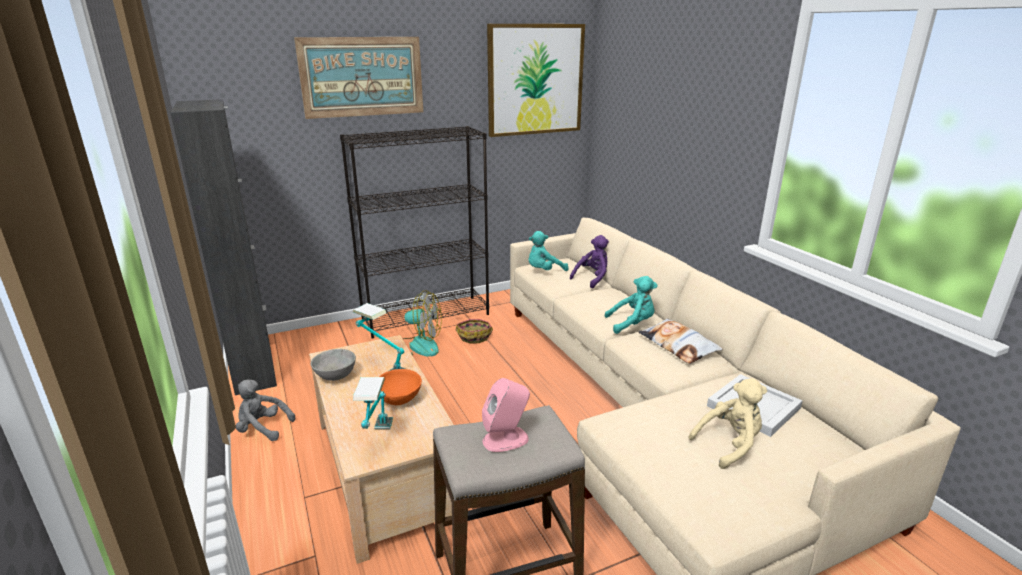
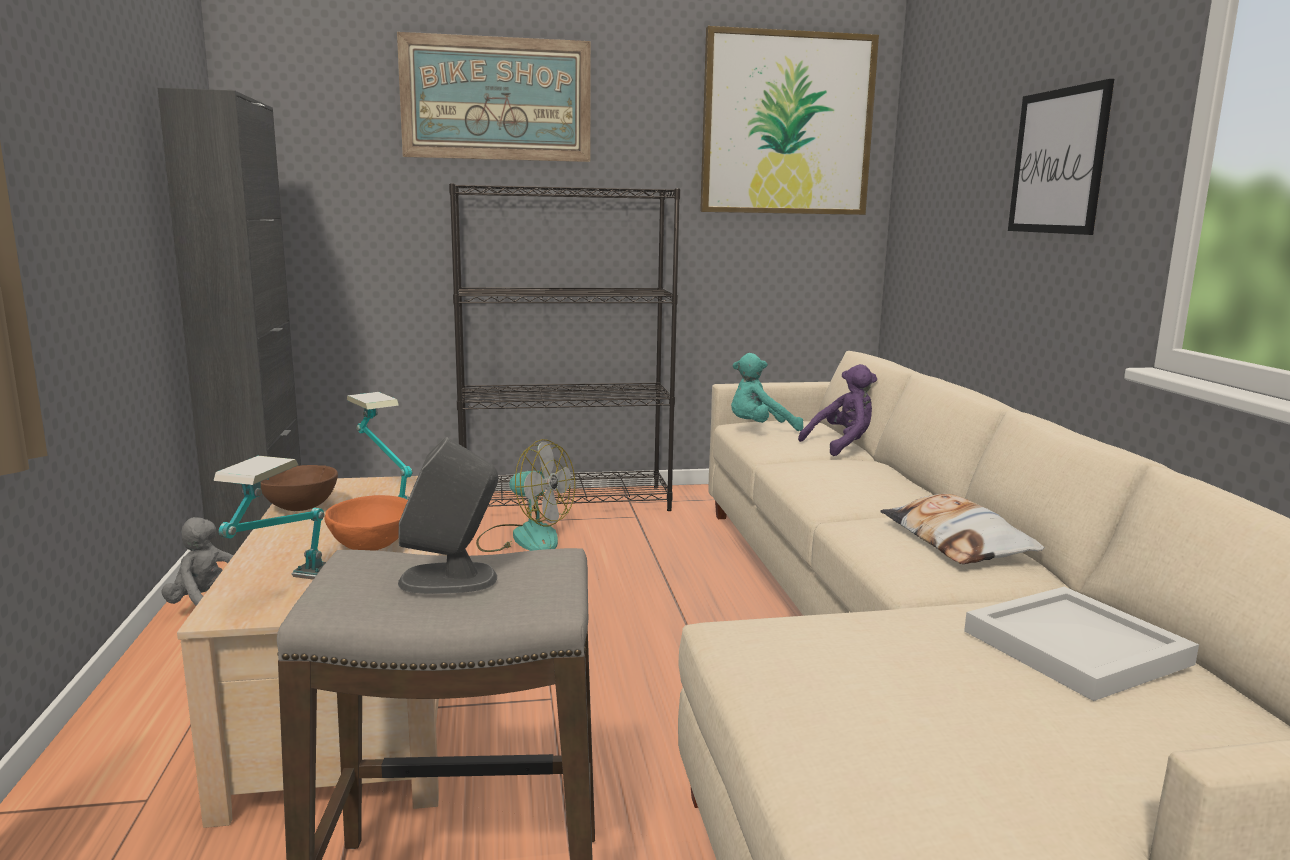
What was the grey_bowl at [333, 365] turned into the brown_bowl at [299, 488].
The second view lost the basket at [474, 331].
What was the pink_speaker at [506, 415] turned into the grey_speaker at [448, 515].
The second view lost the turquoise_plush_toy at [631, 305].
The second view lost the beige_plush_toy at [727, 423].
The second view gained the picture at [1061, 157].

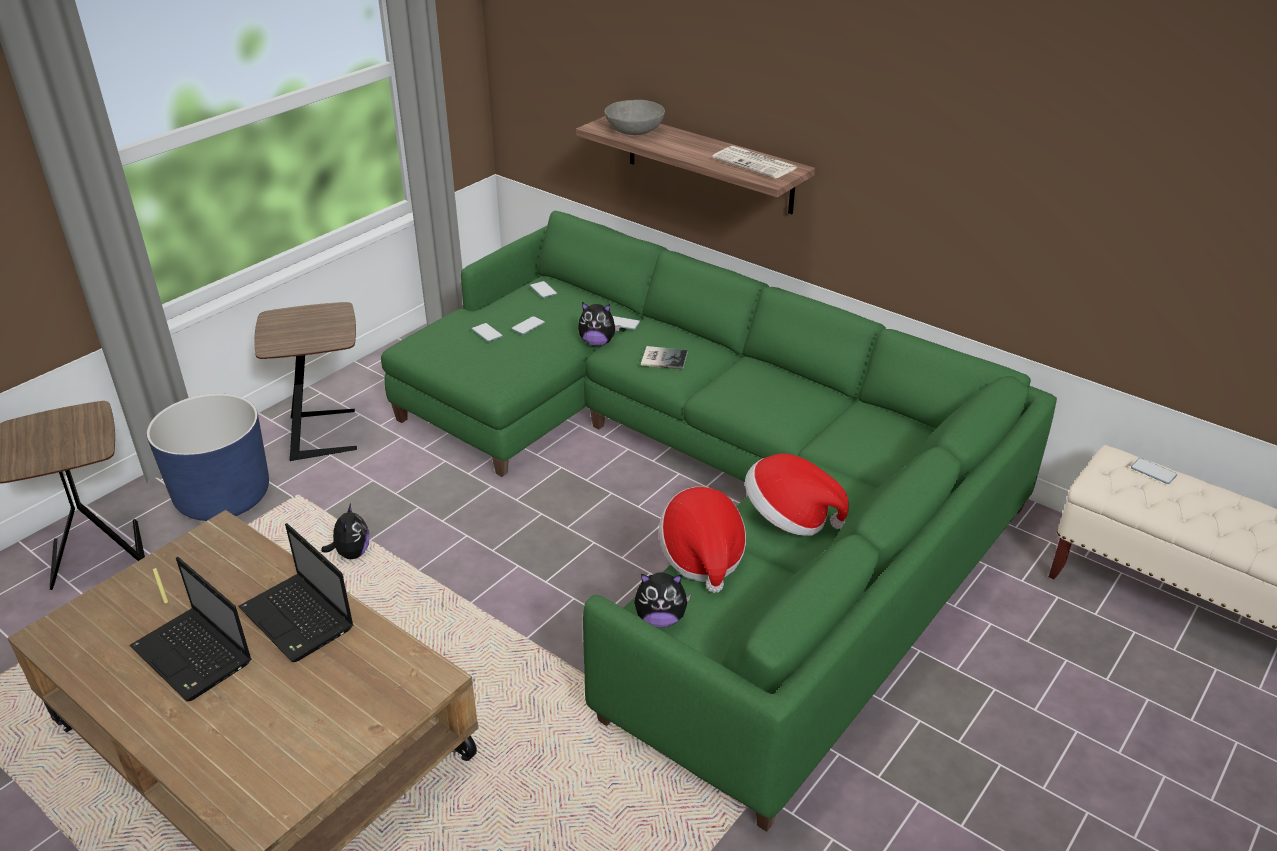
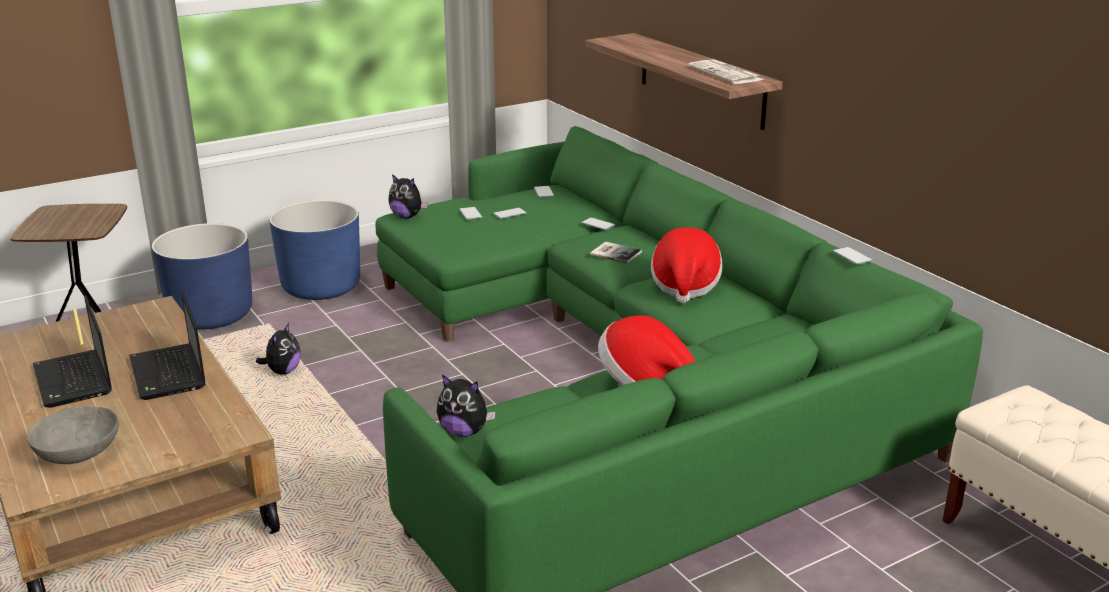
Where the brown_side_table stood at [305, 381], the blue_planter came to stand at [314, 250].
The plush_toy ended up elsewhere, having gone from [599, 324] to [408, 196].
The grey_bowl ended up elsewhere, having gone from [634, 117] to [73, 435].
The hat ended up elsewhere, having gone from [702, 540] to [687, 265].
The phone ended up elsewhere, having gone from [1154, 471] to [853, 256].

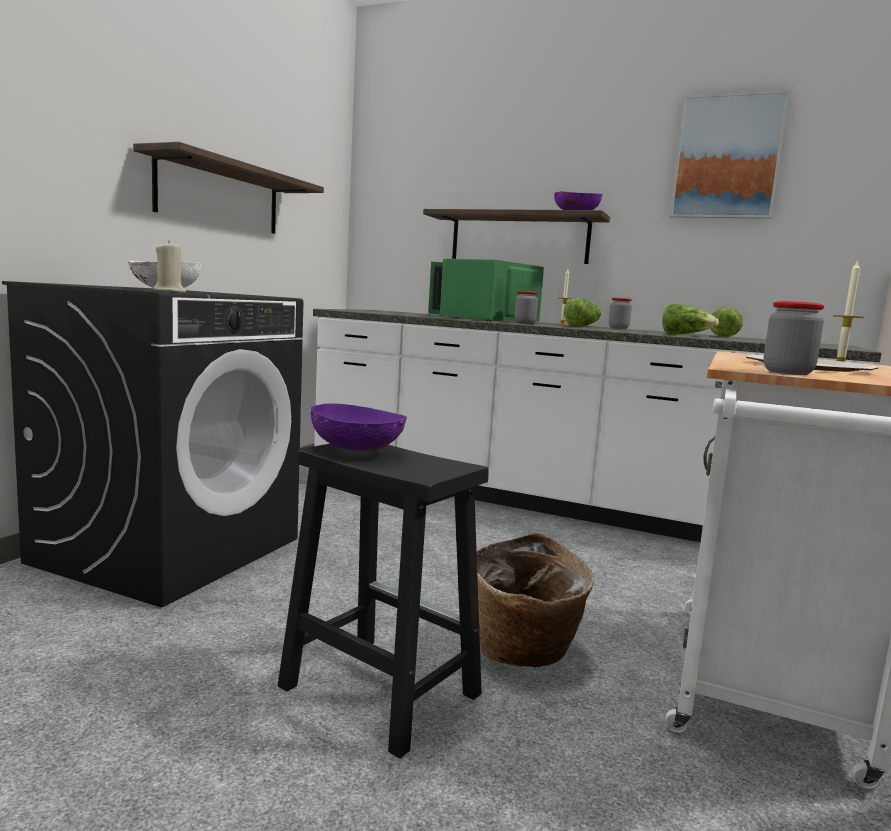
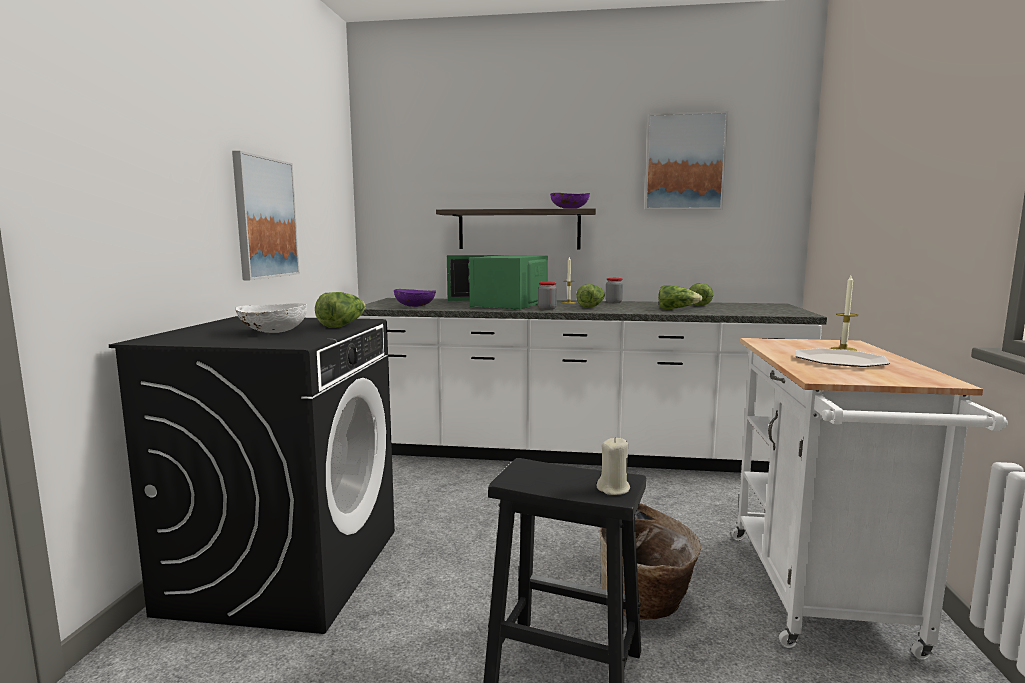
Where the shelf hung at [228, 188], the picture came to hang at [266, 215].
The beige_candle ended up elsewhere, having gone from [169, 266] to [613, 466].
The purple_bowl ended up elsewhere, having gone from [359, 427] to [415, 298].
The second view lost the jar at [794, 338].
The second view gained the lettuce at [340, 310].

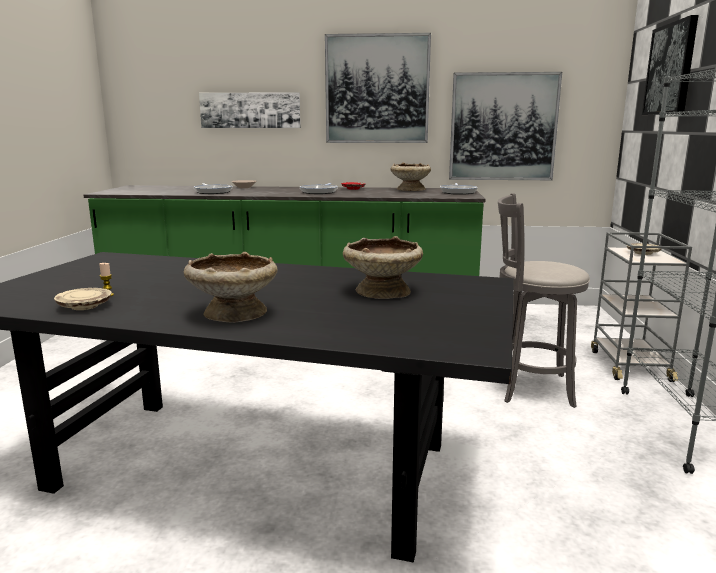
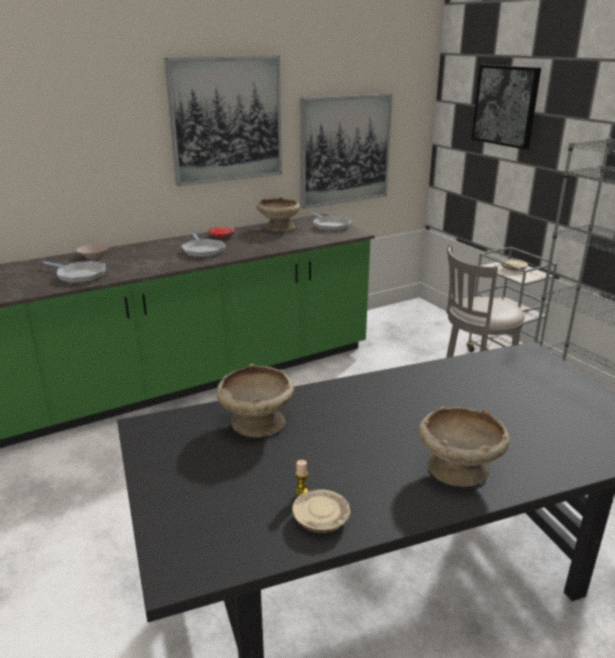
The second view lost the picture at [250, 110].
The beige_bowl ended up elsewhere, having gone from [383, 267] to [255, 400].

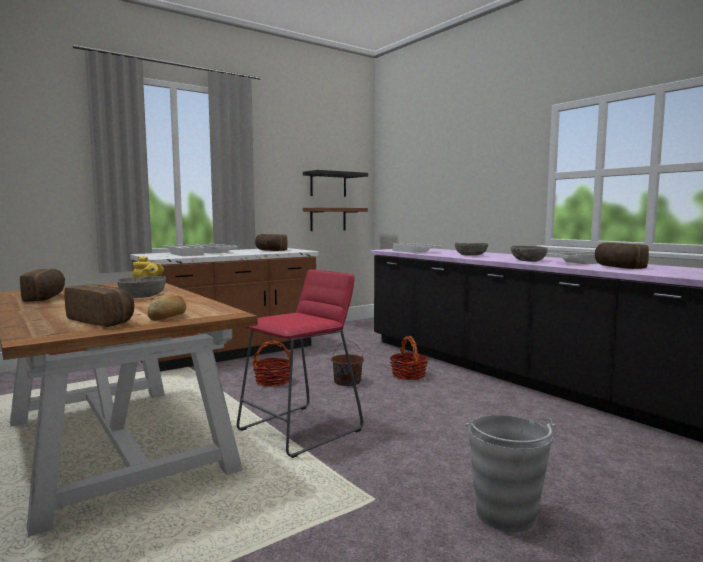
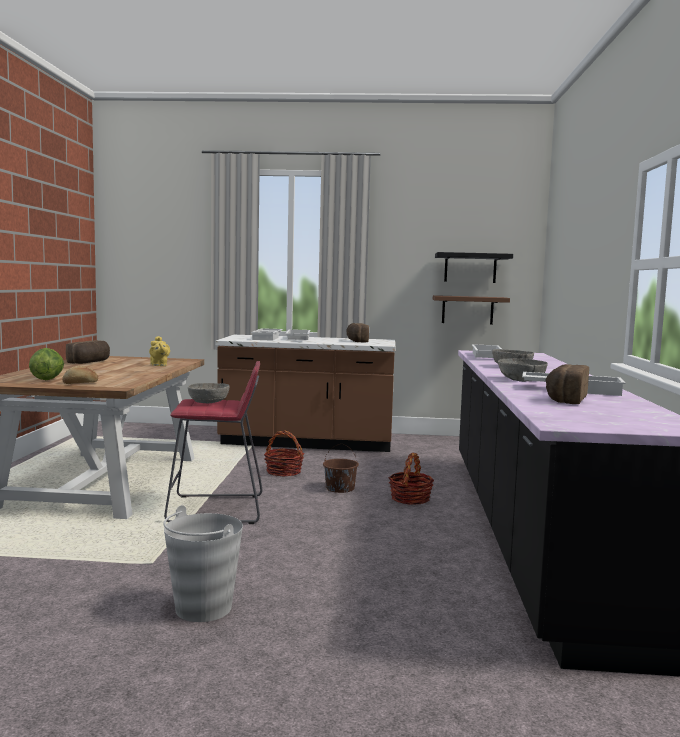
Where the bread stood at [99, 305], the lettuce came to stand at [46, 364].
The grey_bowl ended up elsewhere, having gone from [142, 287] to [208, 393].

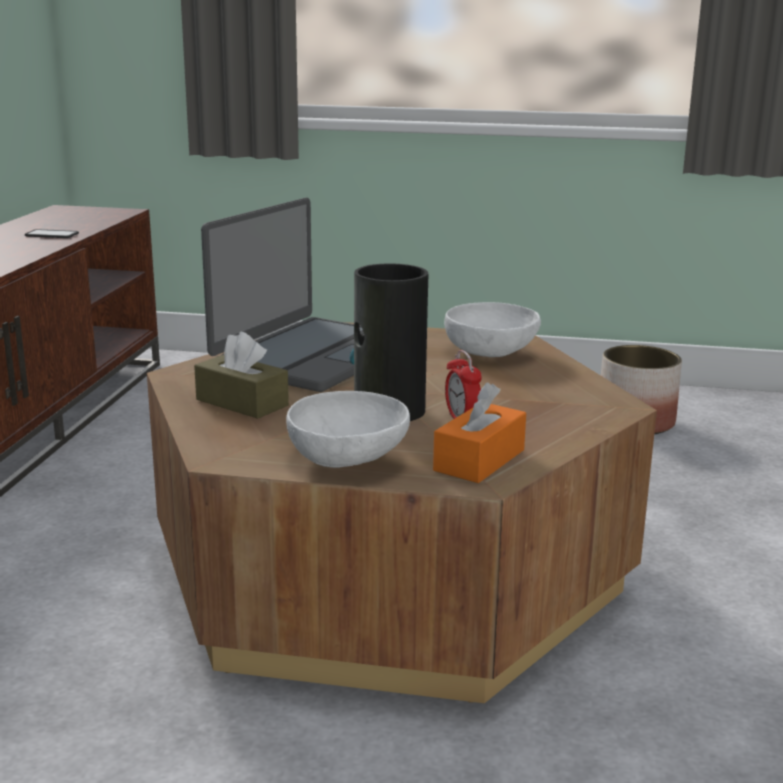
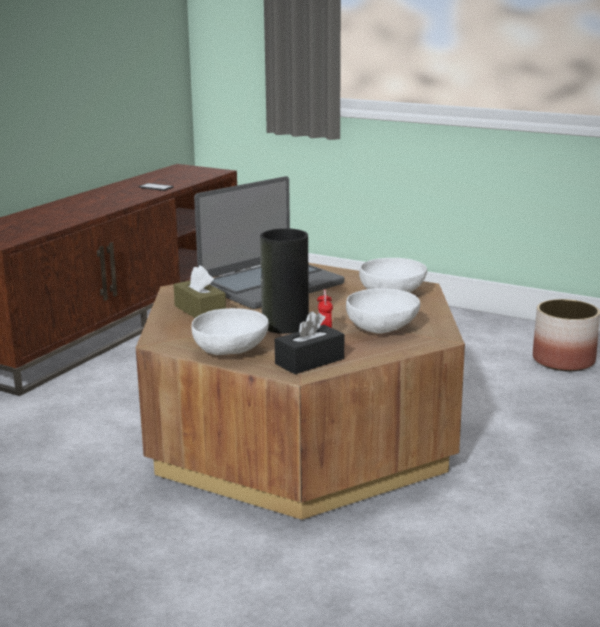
What was the orange_tissue_box at [479, 432] turned into the black_tissue_box at [309, 342].
The second view gained the white_bowl at [383, 310].

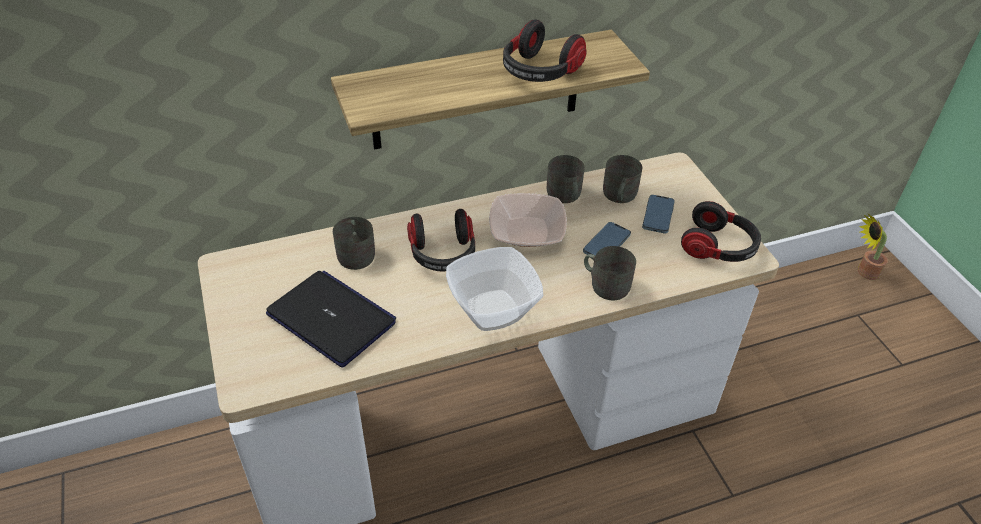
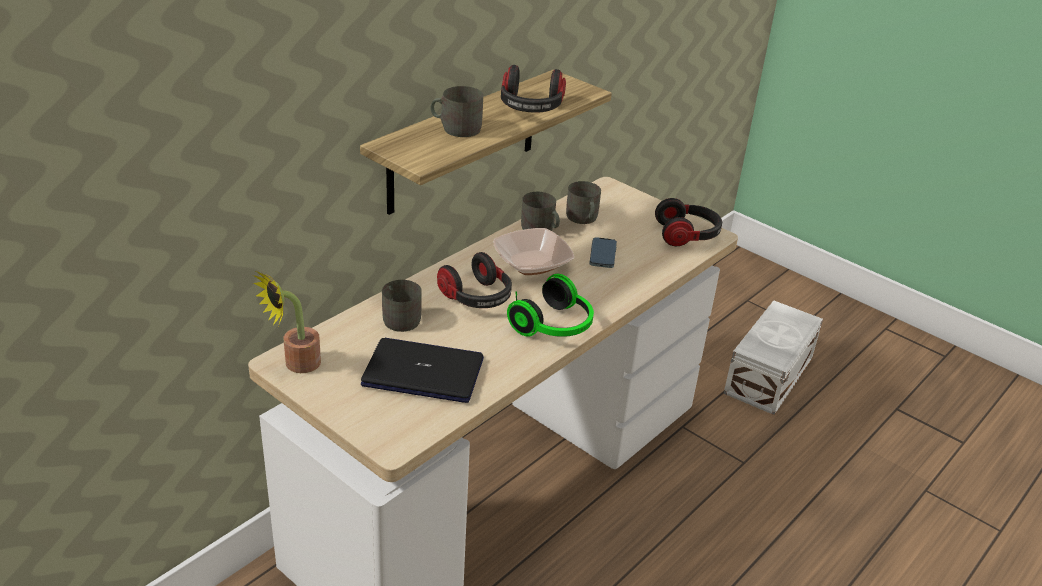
Where the bowl stood at [494, 289], the headphones came to stand at [550, 305].
The grey_mug ended up elsewhere, having gone from [610, 273] to [457, 111].
The second view lost the phone at [658, 214].
The potted_plant ended up elsewhere, having gone from [873, 246] to [287, 322].
The second view gained the white_storage_box at [773, 357].

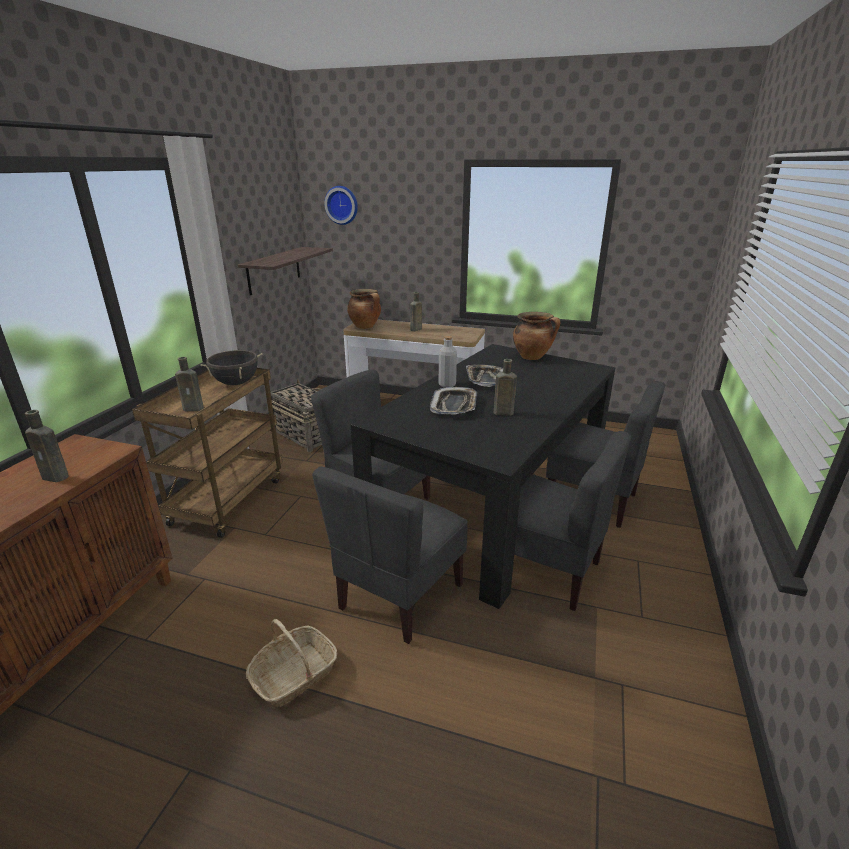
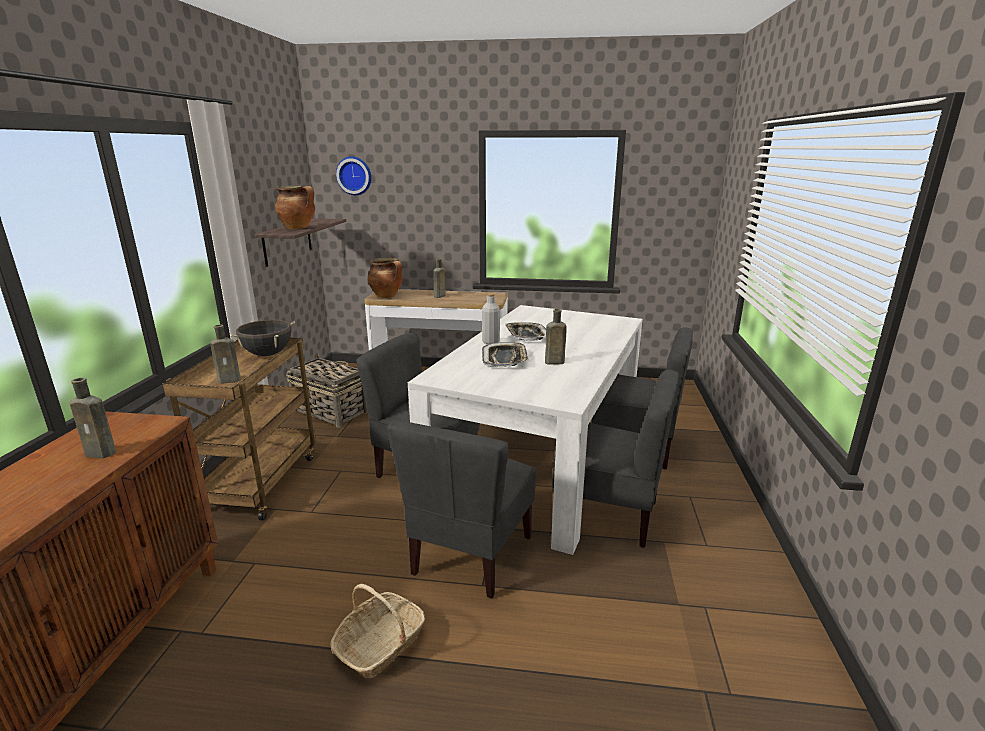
What was the black_dining_table at [483, 476] turned into the white_dining_table at [525, 430].
The cooking_pot ended up elsewhere, having gone from [537, 336] to [295, 207].

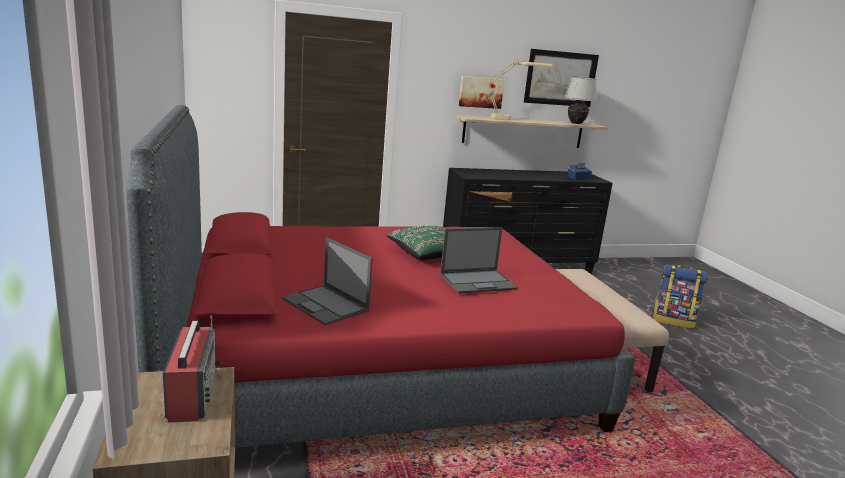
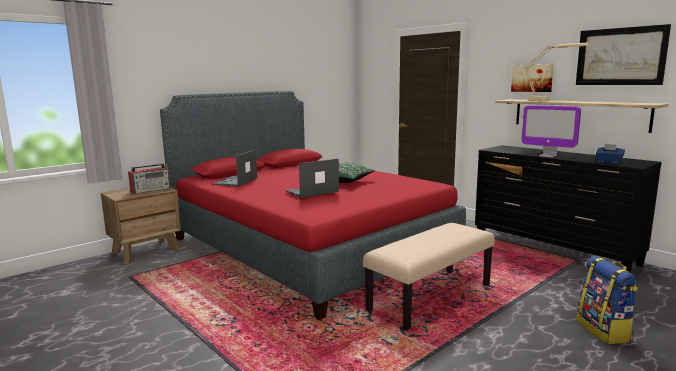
The laptop at [479, 260] ended up facing another way, 105 degrees clockwise from before.
The second view lost the white_table_lamp at [580, 100].
The second view gained the monitor at [551, 131].

